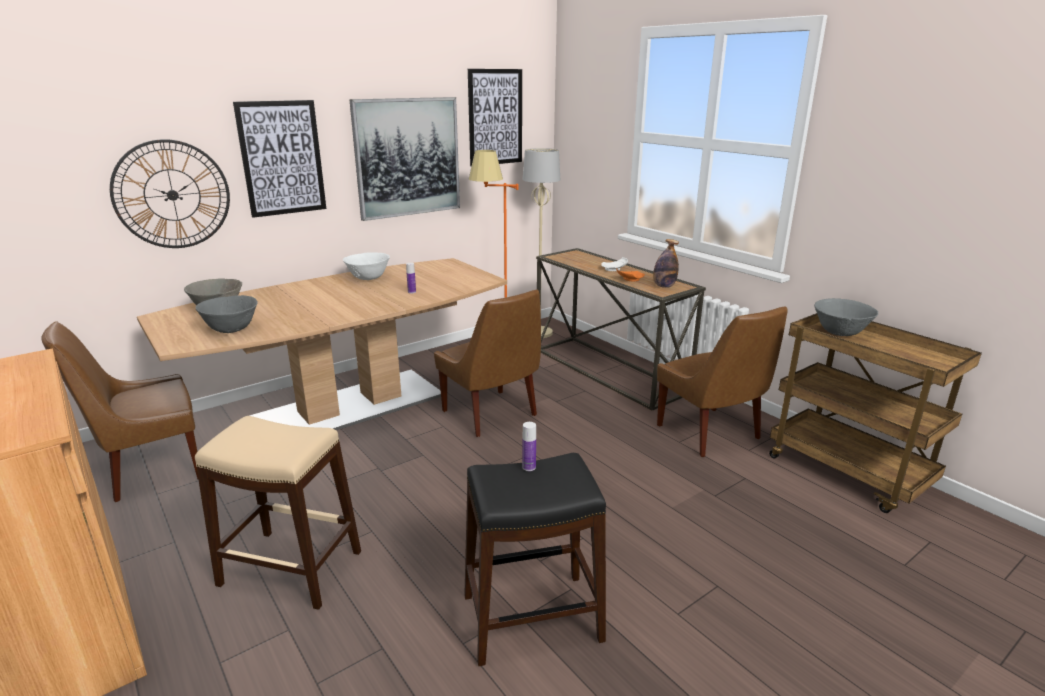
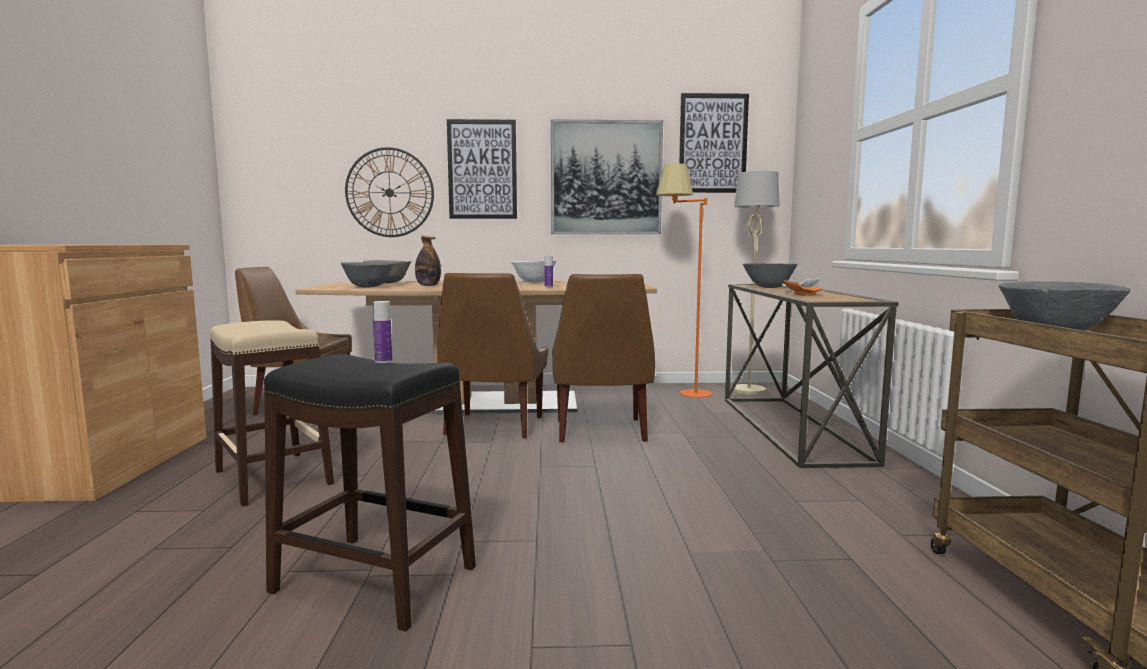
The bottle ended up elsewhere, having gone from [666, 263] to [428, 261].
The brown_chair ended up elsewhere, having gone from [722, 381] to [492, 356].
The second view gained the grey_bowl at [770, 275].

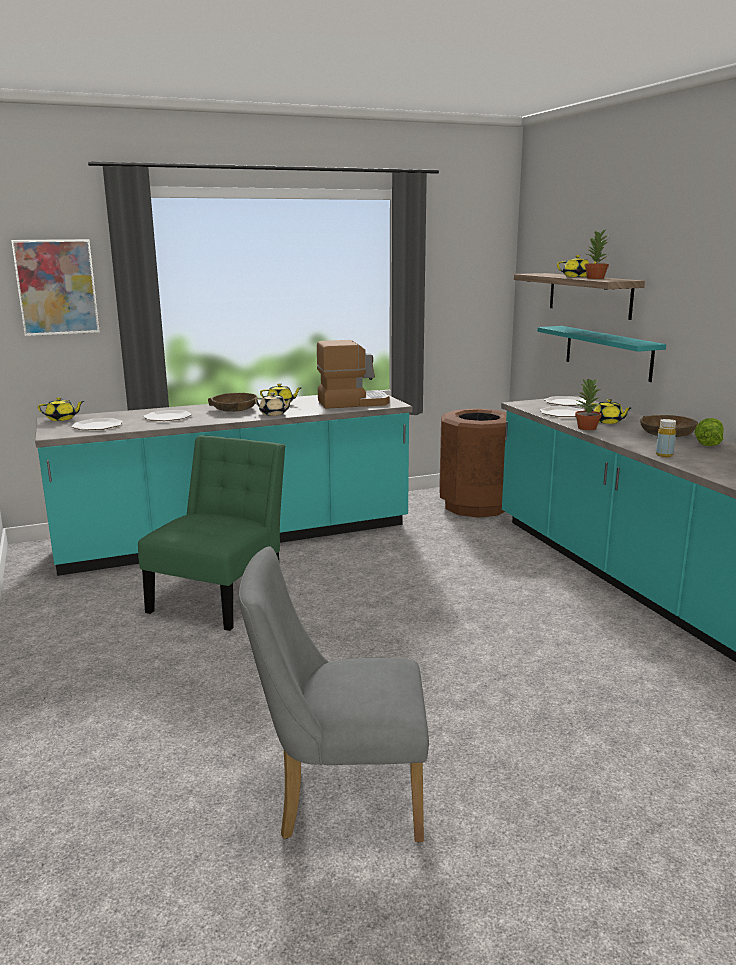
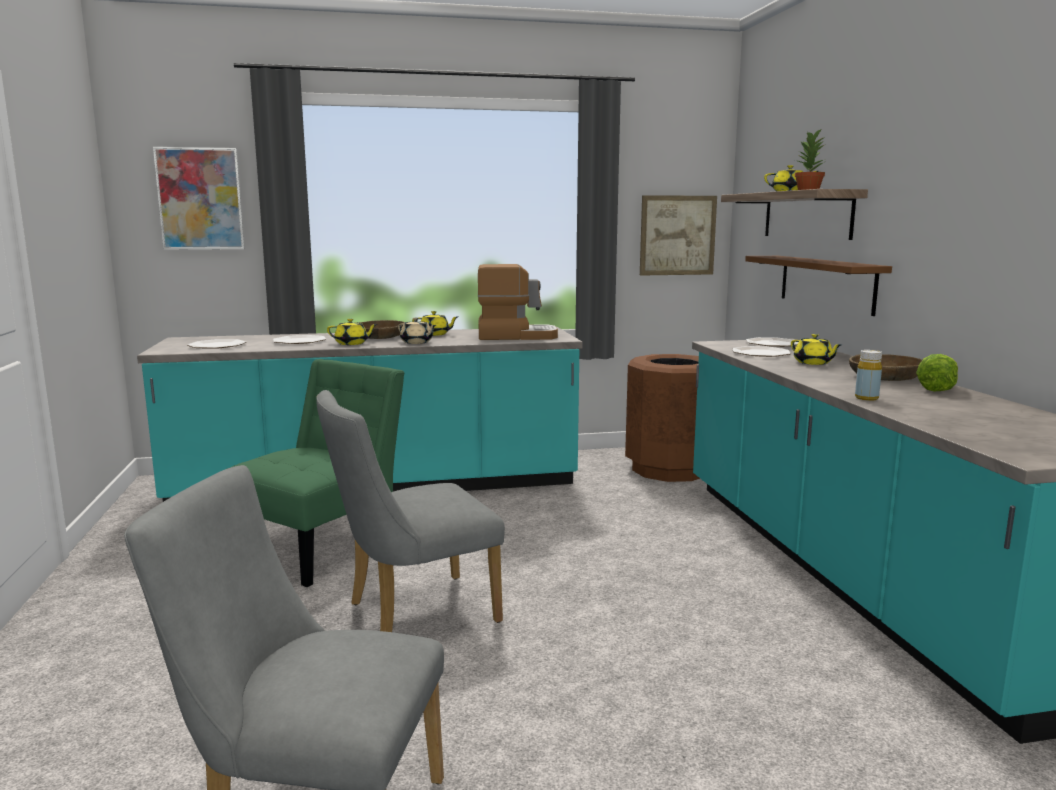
The yellow_teapot ended up elsewhere, having gone from [61, 409] to [352, 331].
What was the turquoise_shelf at [601, 354] turned into the brown_shelf at [818, 286].
The second view lost the potted_plant at [589, 404].
The second view gained the grey_chair at [410, 511].
The second view gained the picture at [678, 235].

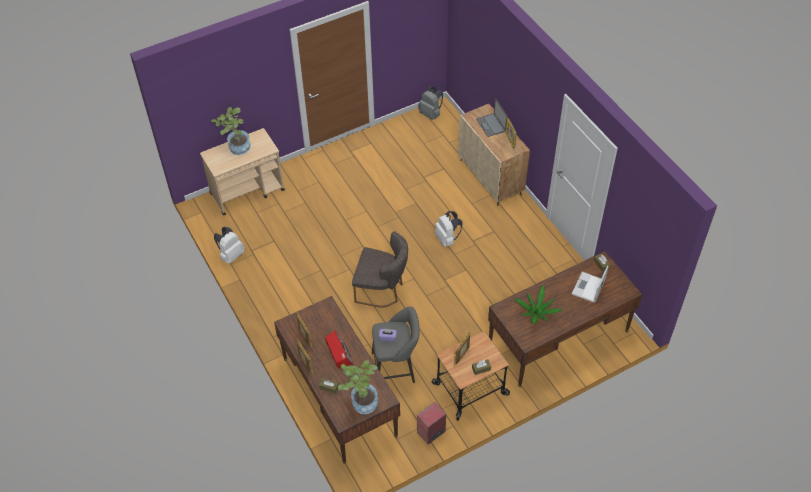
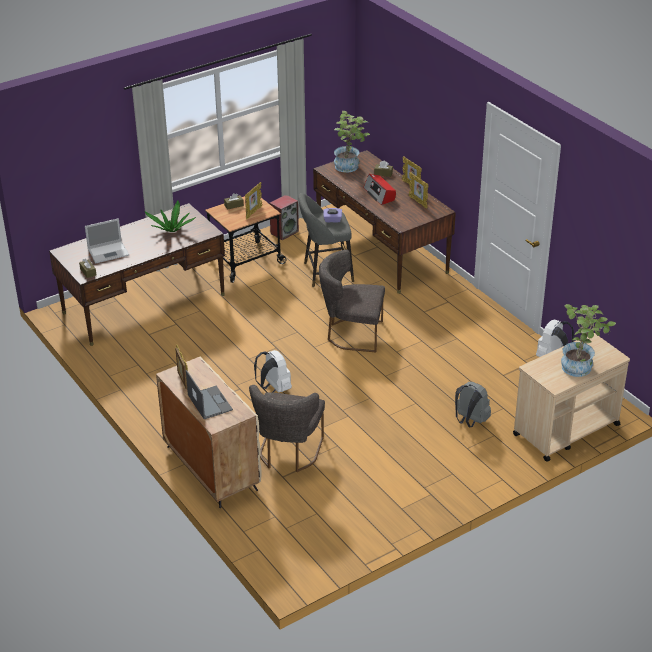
The grey_backpack ended up elsewhere, having gone from [430, 103] to [473, 404].
The laptop at [590, 284] ended up facing another way, 45 degrees clockwise from before.
The second view gained the grey_chair at [287, 428].

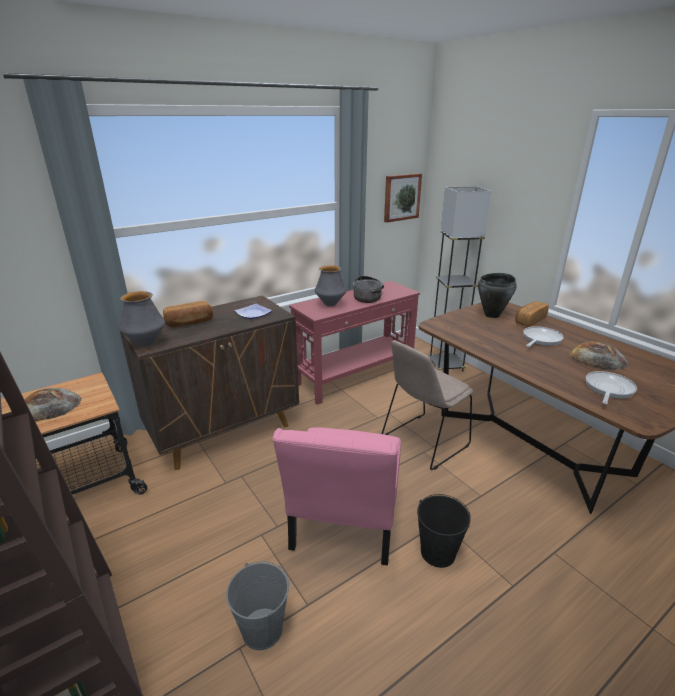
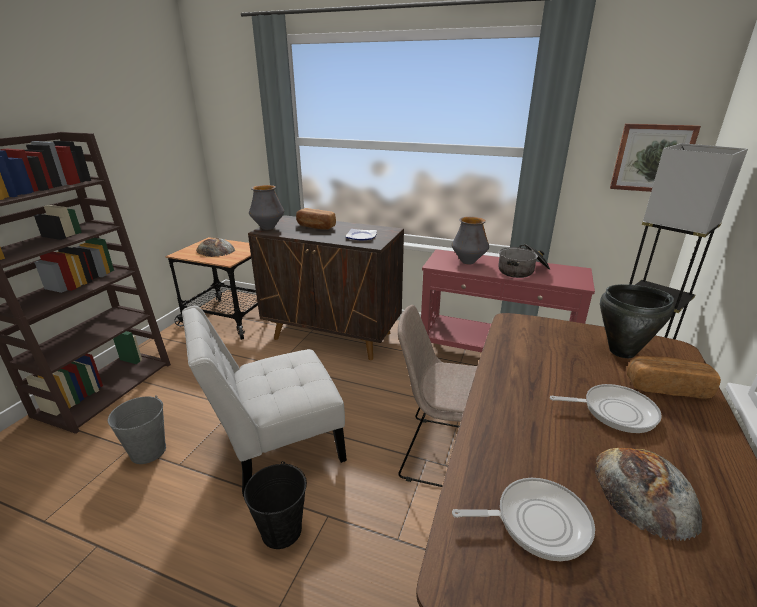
What was the pink_chair at [337, 496] turned into the white_chair at [264, 401].

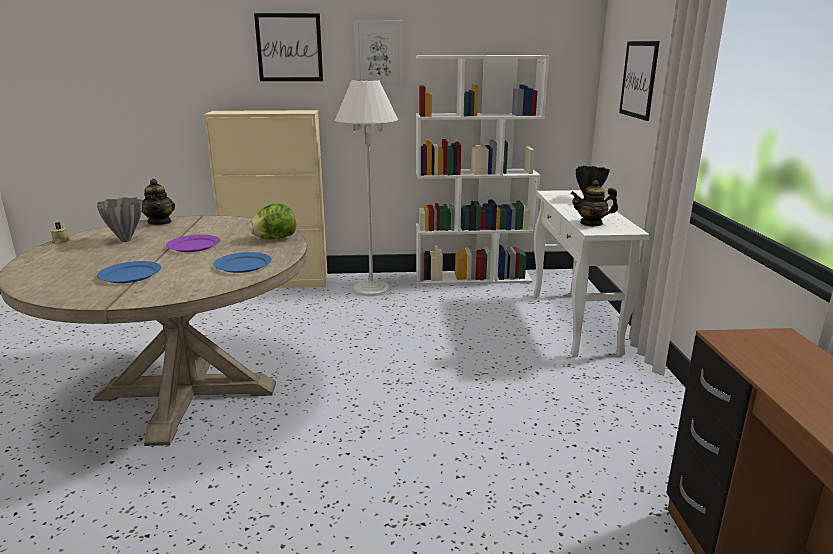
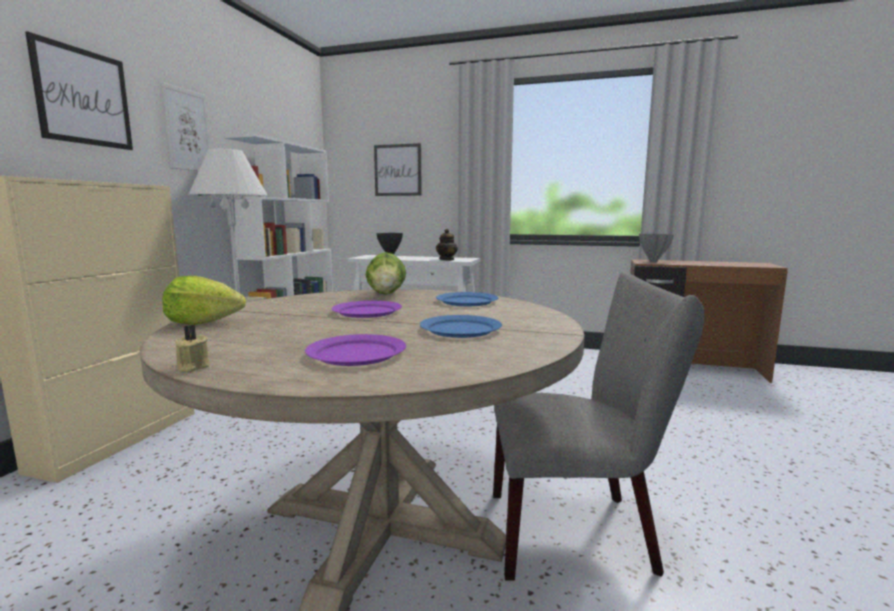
The grey_vase ended up elsewhere, having gone from [119, 219] to [656, 248].
Where the teapot stood at [158, 202], the lettuce came to stand at [204, 300].
The second view gained the purple_plate at [355, 350].
The second view gained the grey_chair at [598, 426].

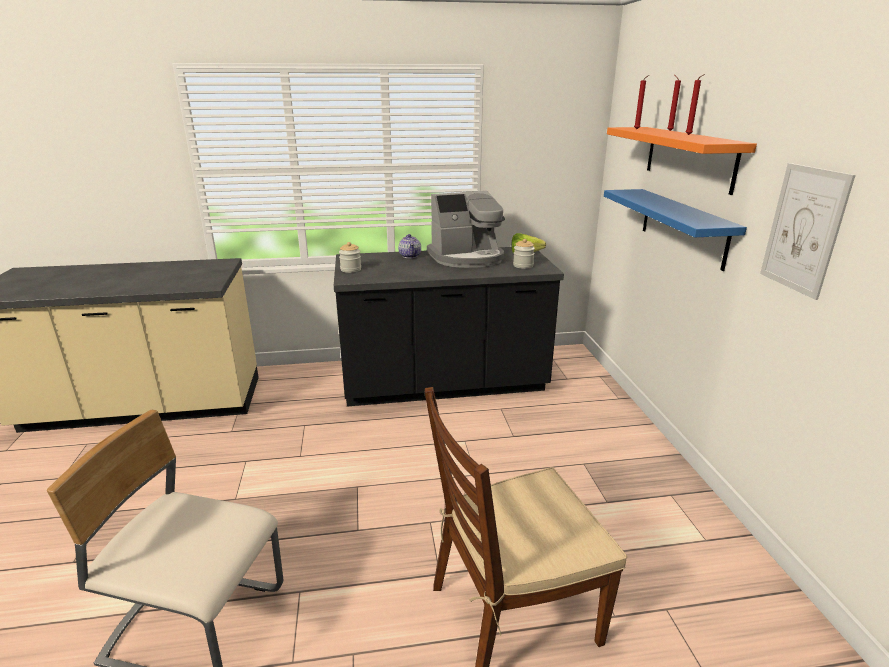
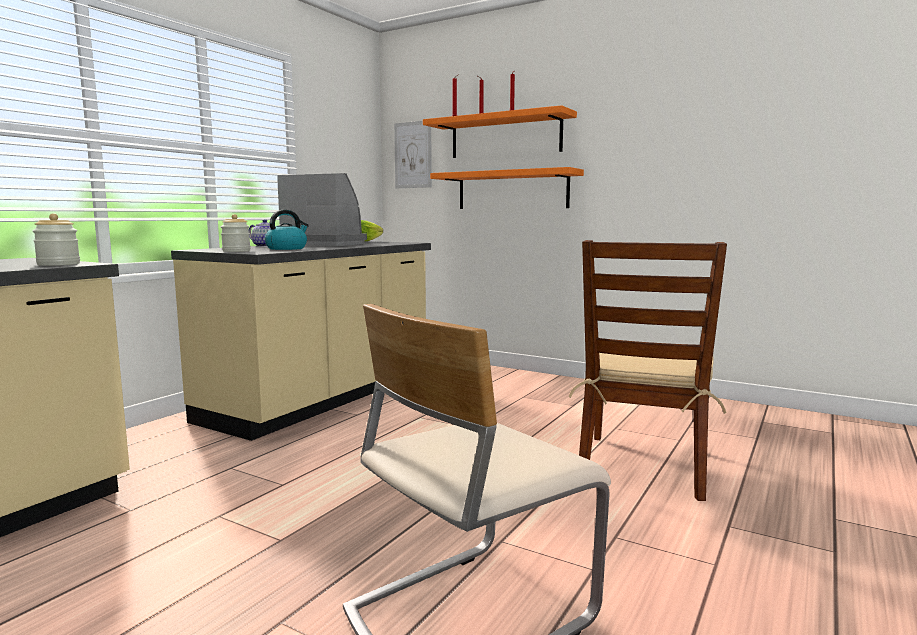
What was the black_counter at [449, 327] turned into the beige_counter at [301, 341].
The coffee_machine at [466, 229] ended up facing another way, 90 degrees counterclockwise from before.
The jar ended up elsewhere, having gone from [524, 254] to [56, 239].
What was the blue_shelf at [675, 230] turned into the orange_shelf at [507, 188].
The picture ended up elsewhere, having gone from [807, 231] to [413, 154].
The second view gained the kettle at [287, 230].

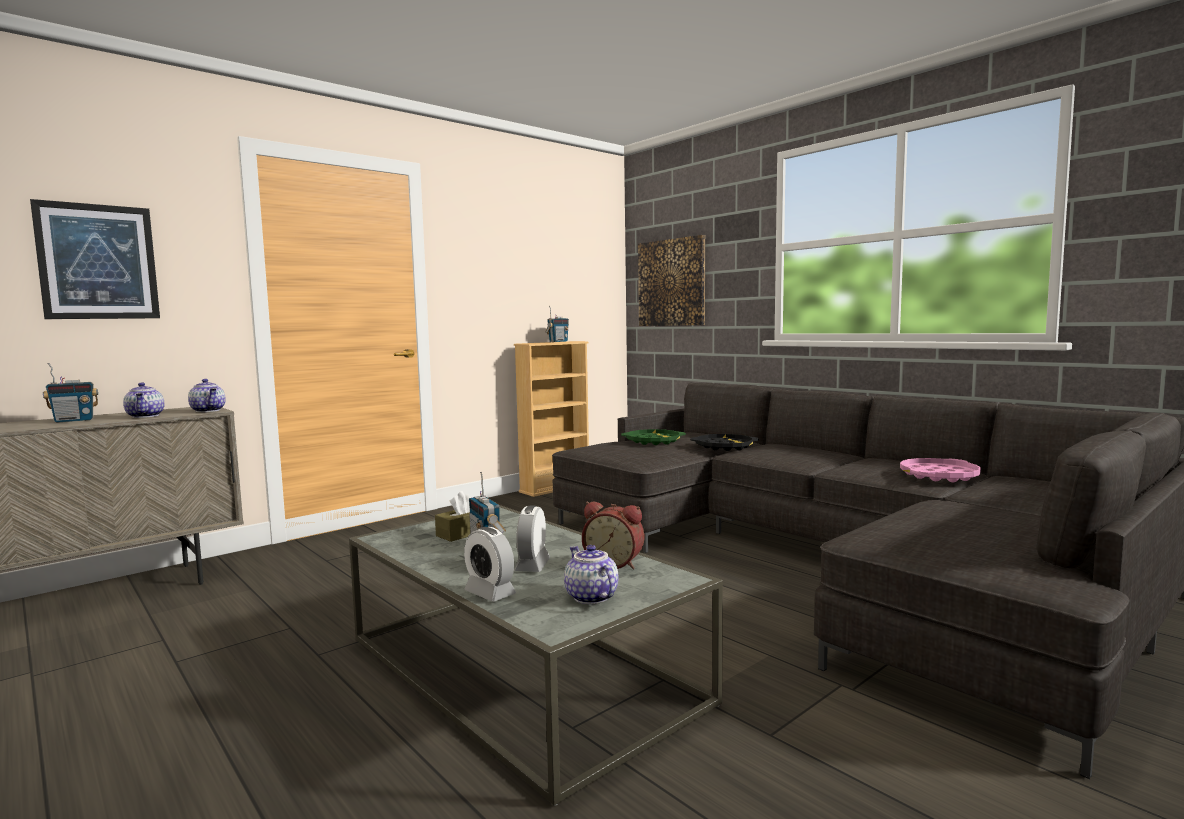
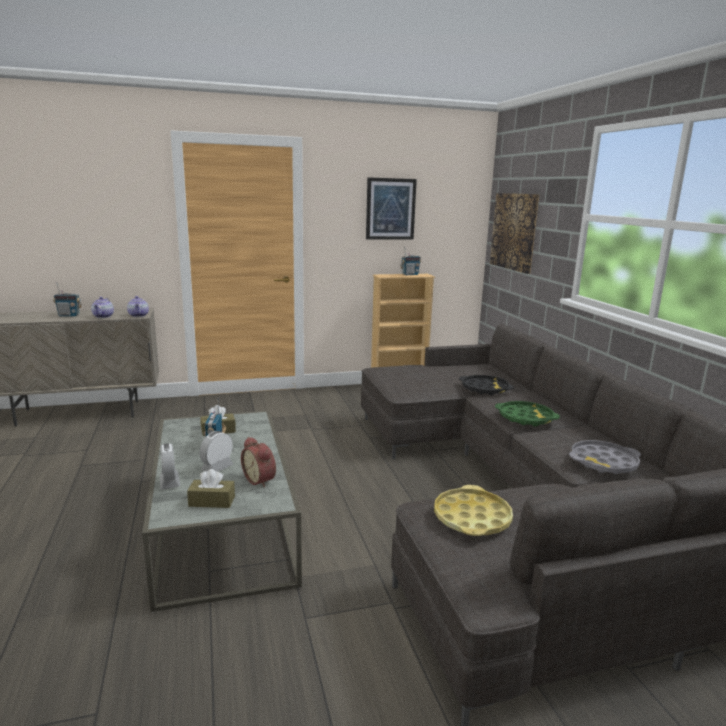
The picture ended up elsewhere, having gone from [95, 259] to [391, 209].
Where the teapot stood at [591, 574], the brown_tissue_box came to stand at [211, 488].
The green_tray ended up elsewhere, having gone from [653, 437] to [527, 414].
What was the pink_tray at [940, 470] turned into the grey_tray at [605, 457].
The second view gained the yellow_tray at [473, 510].

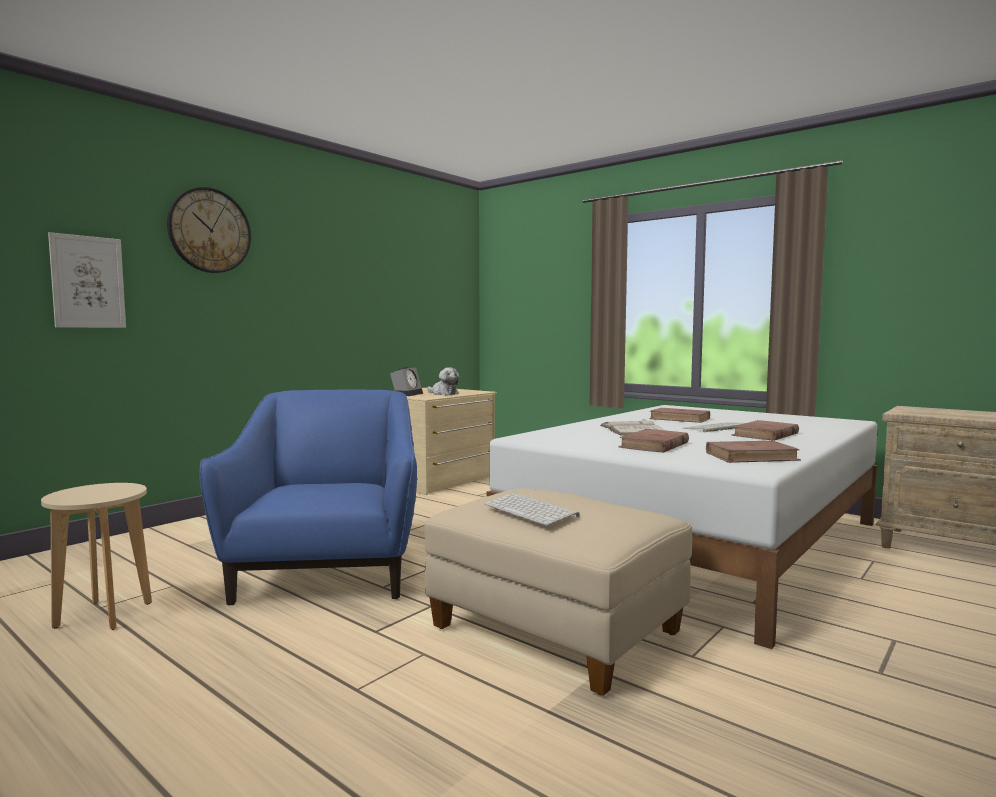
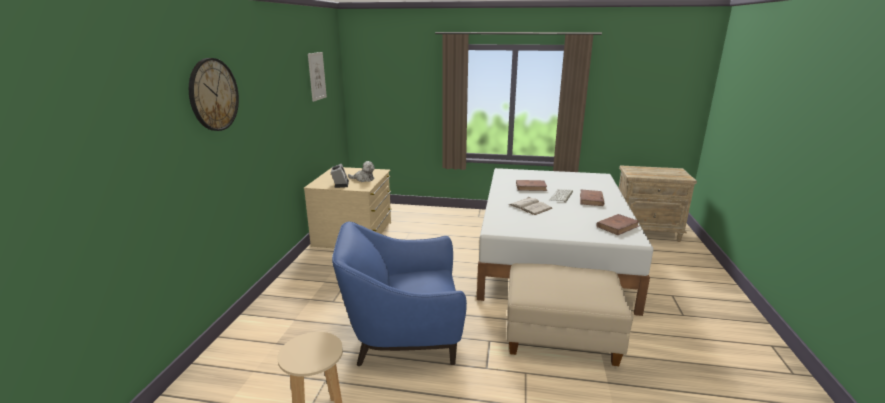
The picture ended up elsewhere, having gone from [87, 280] to [317, 77].
The blue_armchair at [308, 497] ended up facing another way, 60 degrees counterclockwise from before.
The second view lost the keyboard at [532, 509].
The second view lost the brown_book at [653, 441].

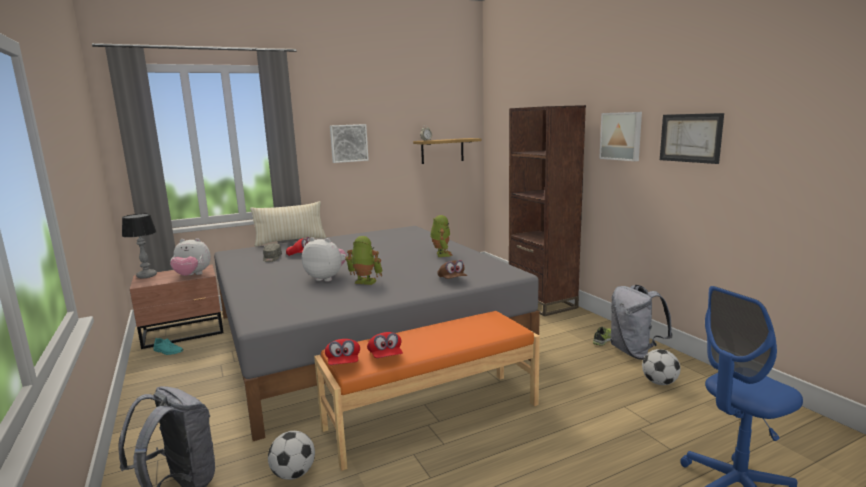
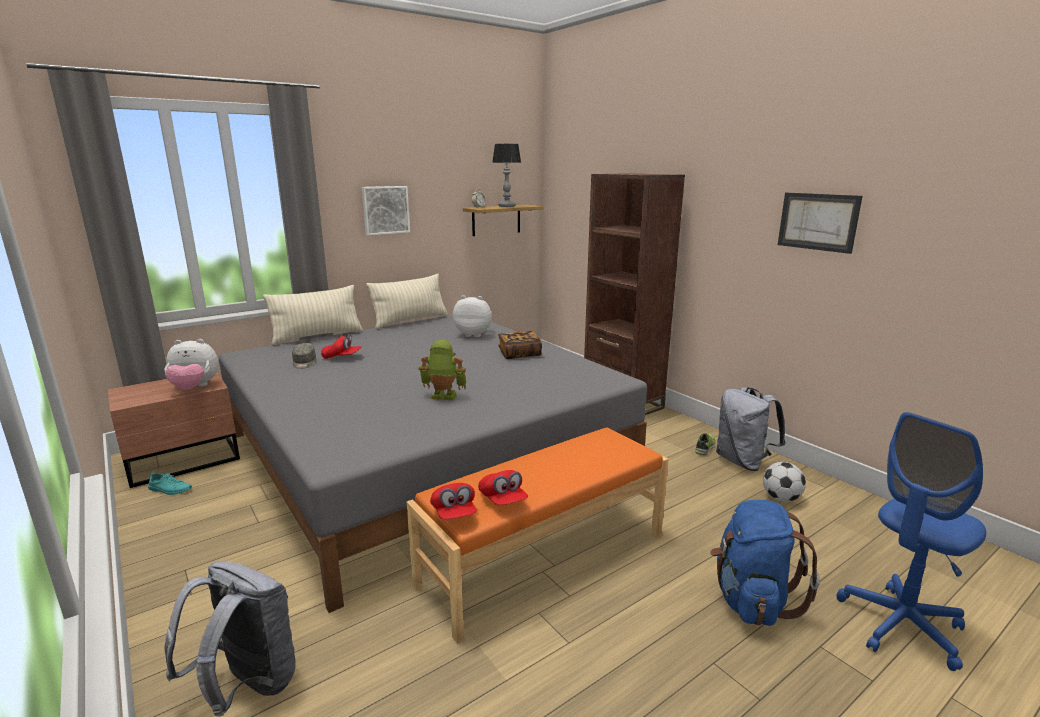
The table_lamp ended up elsewhere, having gone from [139, 246] to [506, 175].
The second view lost the football at [291, 455].
The plush_toy ended up elsewhere, having gone from [324, 259] to [472, 316].
Where the toy_robot stood at [441, 236], the book came to stand at [520, 345].
The second view lost the brown_cap at [452, 269].
The second view lost the picture at [620, 136].
The second view gained the beige_pillow at [407, 301].
The second view gained the blue_backpack at [765, 563].

